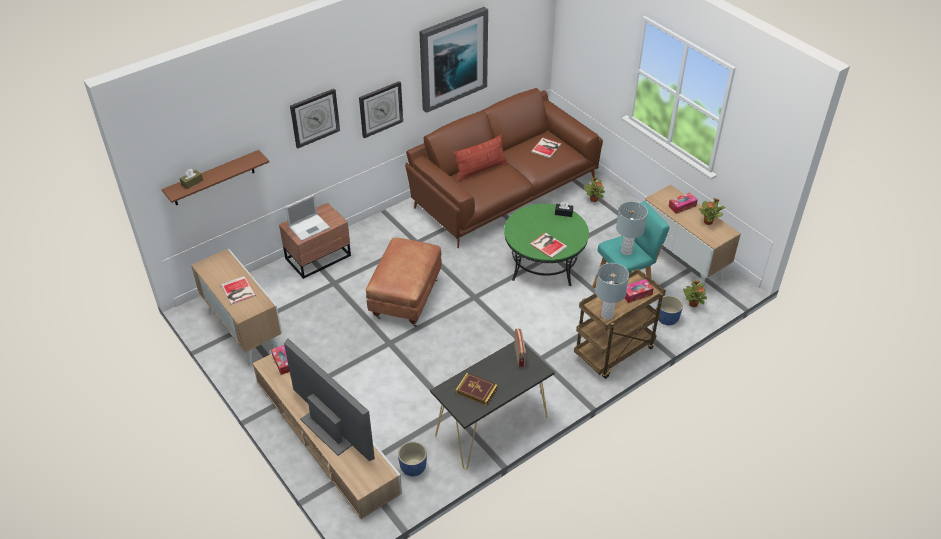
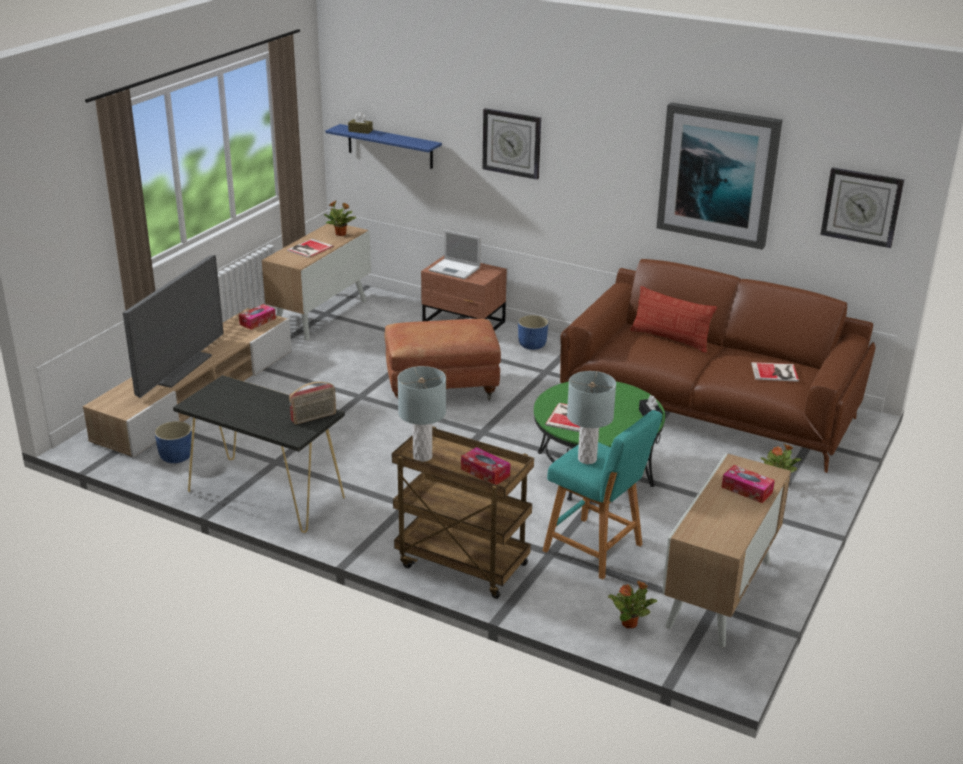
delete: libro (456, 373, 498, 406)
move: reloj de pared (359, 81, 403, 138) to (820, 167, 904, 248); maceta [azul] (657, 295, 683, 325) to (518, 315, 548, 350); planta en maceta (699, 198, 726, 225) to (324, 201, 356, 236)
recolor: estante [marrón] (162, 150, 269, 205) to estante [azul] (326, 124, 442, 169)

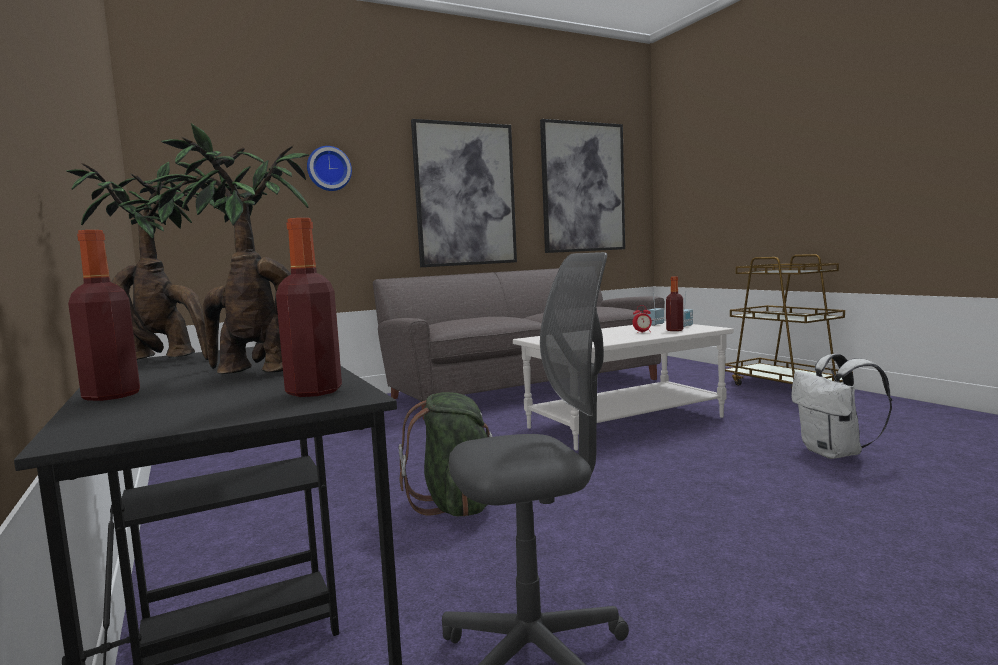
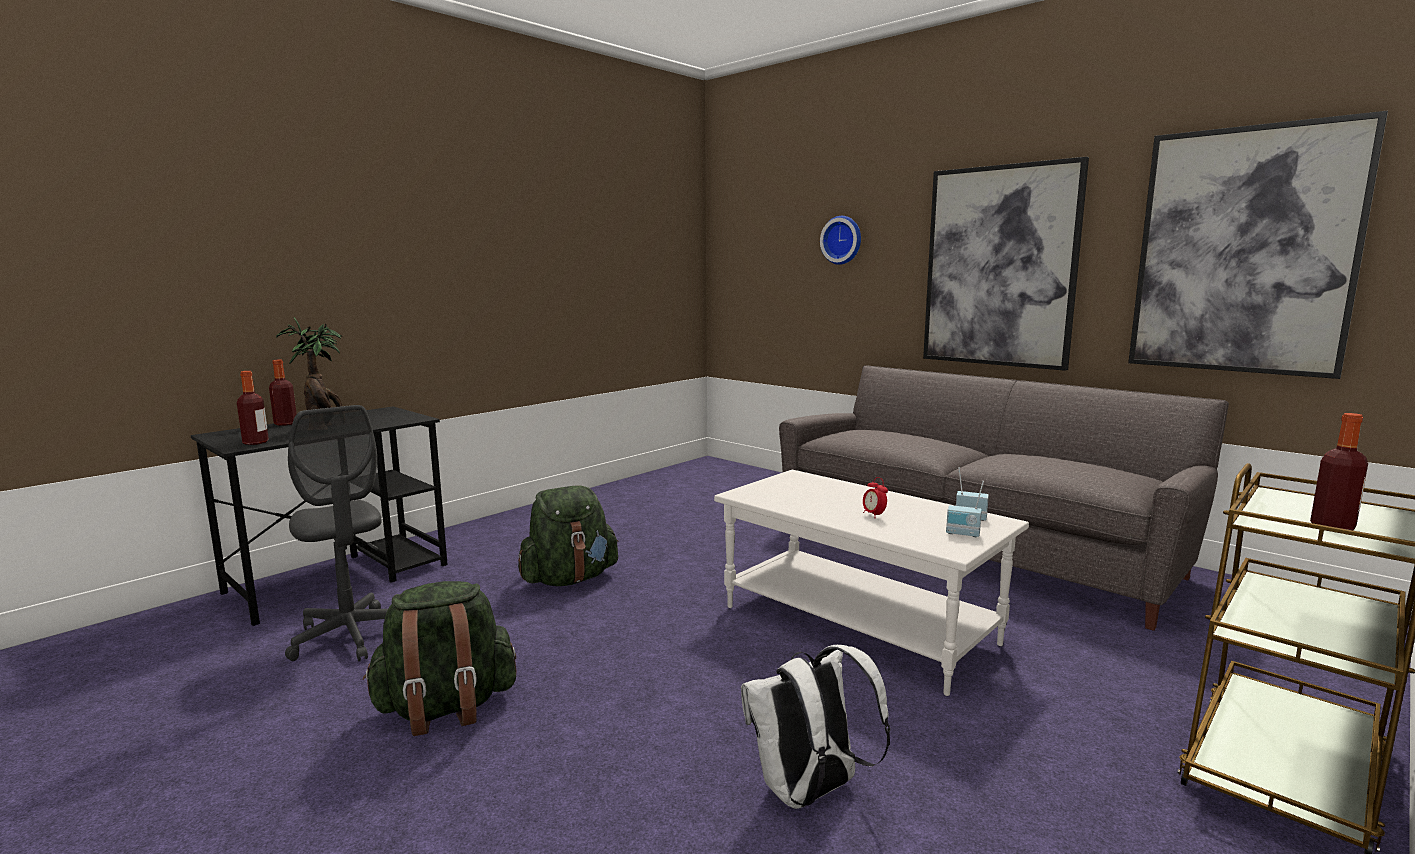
delete: planta en maceta (66, 162, 221, 360)
insert: mochila [verde] (363, 581, 516, 736)
move: botella (666, 276, 683, 331) to (1310, 413, 1368, 530)

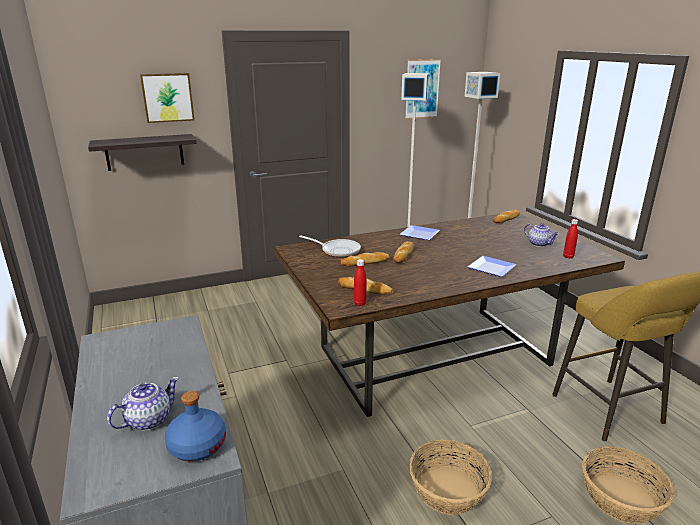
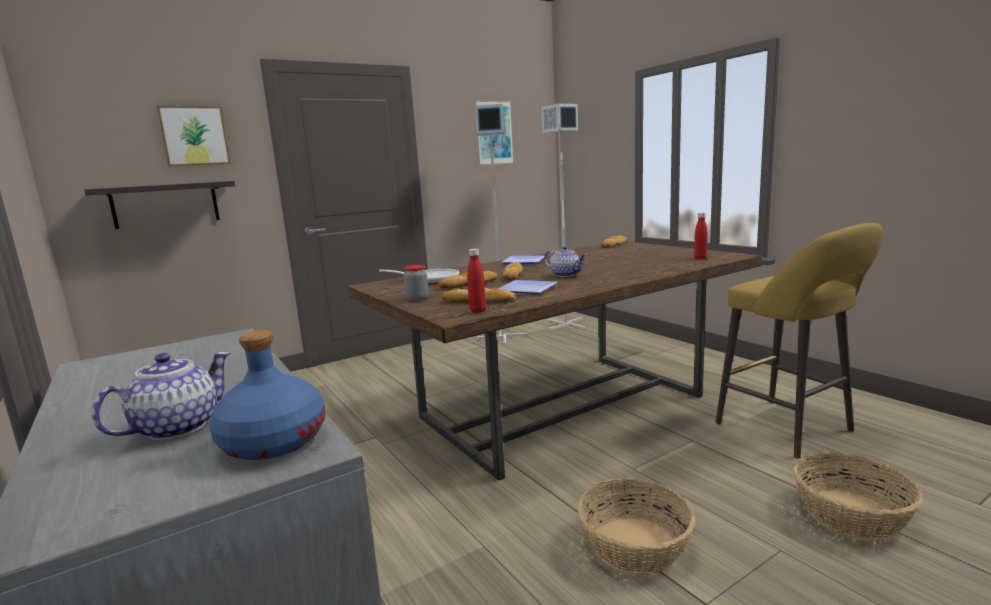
insert: tarro (403, 265, 428, 301)
move: plato (468, 256, 517, 277) to (498, 280, 558, 294); tetera (524, 223, 559, 247) to (544, 246, 586, 277)

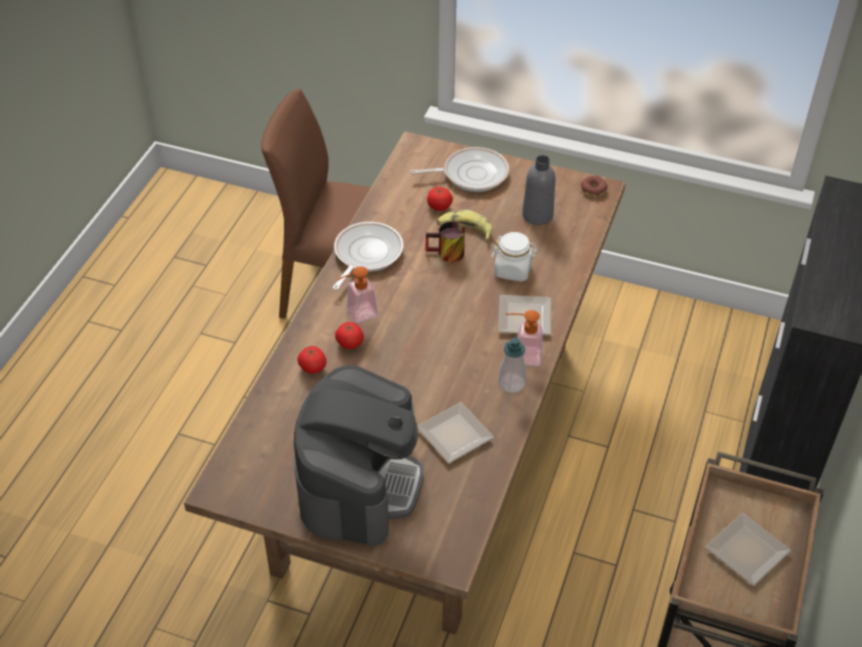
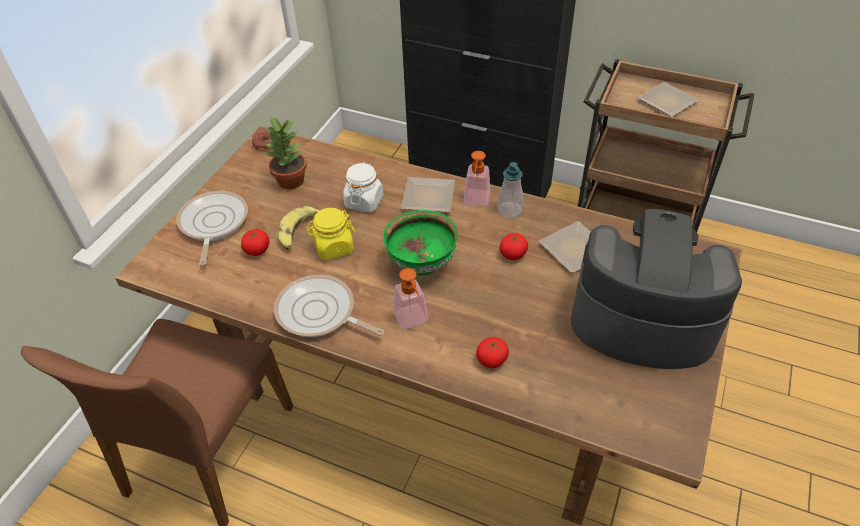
insert: cuenco [verde] (383, 210, 458, 276)
move: tomate (335, 322, 364, 349) to (499, 233, 528, 260)
replace: taza grande (425, 222, 465, 262) to tarro [amarillo] (306, 208, 355, 260); botella [gris] (522, 155, 555, 225) to planta en maceta (264, 116, 307, 189)

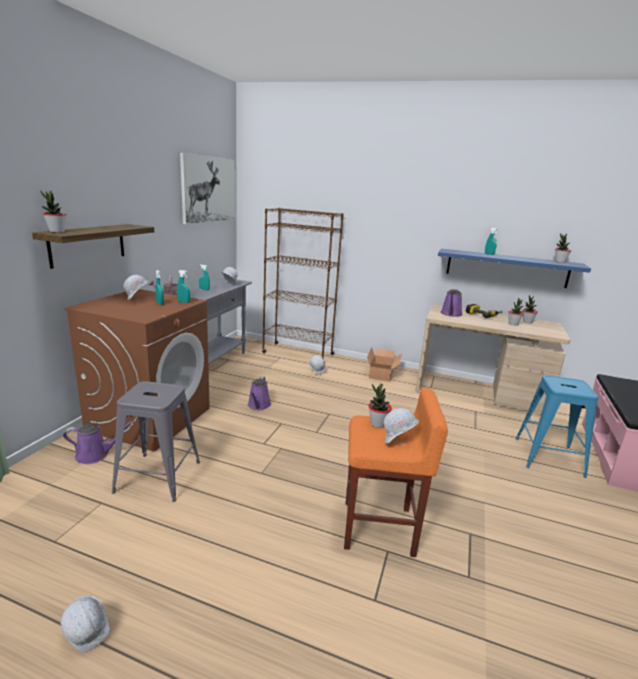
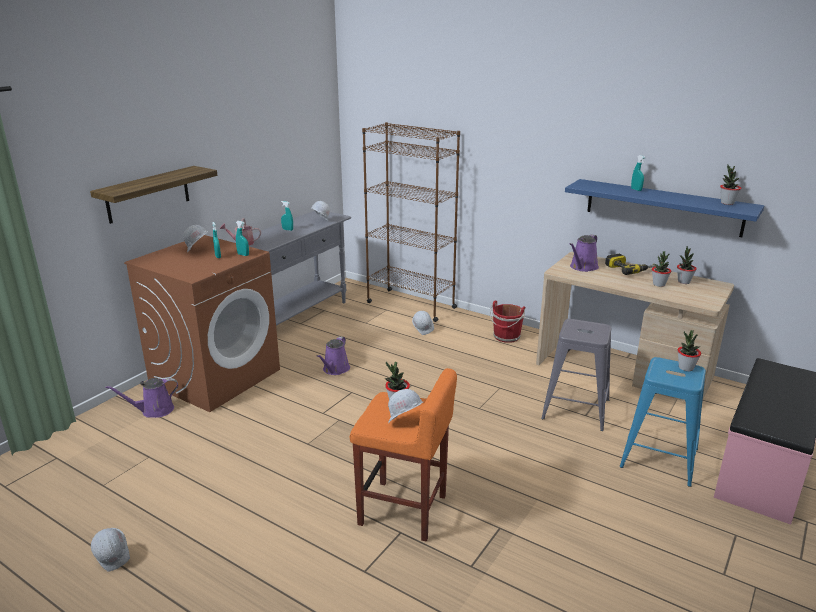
delete: cuadro (180, 153, 235, 224)
move: planta en maceta (40, 190, 67, 233) to (678, 330, 701, 371); taburete [gris] (112, 381, 200, 502) to (541, 319, 611, 431)
replace: caja de cartón (367, 347, 402, 382) to cubo [rojo] (490, 301, 525, 343)
rotate: regadera [morado] (63, 421, 134, 464) = (105, 378, 178, 418) 150 degrees clockwise

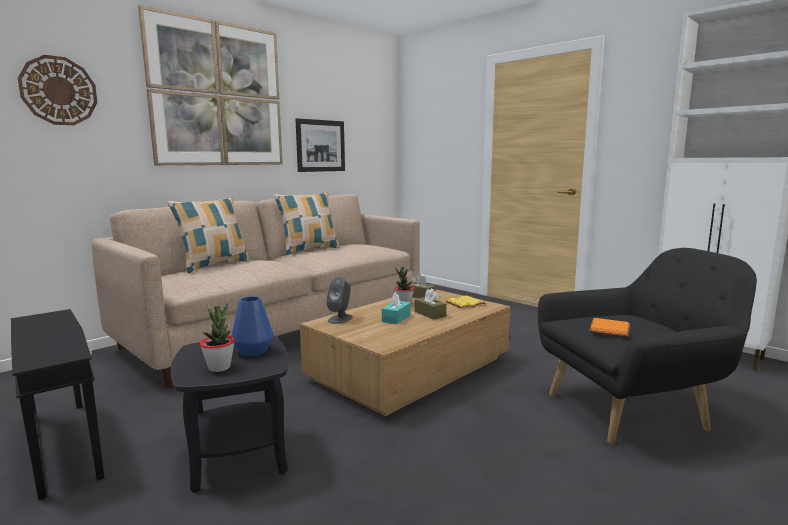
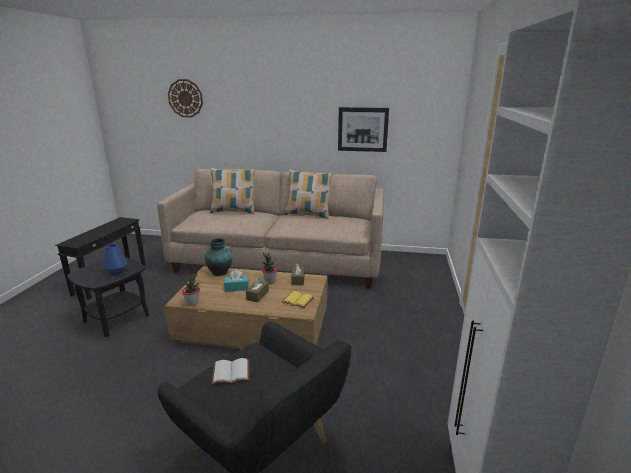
delete: cuadro (138, 5, 283, 166)
move: planta en maceta (200, 303, 235, 372) to (182, 272, 200, 306)
replace: altavoz [gris] (326, 277, 353, 324) to florero (205, 238, 232, 276)
recolor: libro [naranja] (589, 318, 630, 337) to libro [blanco] (211, 358, 250, 385)

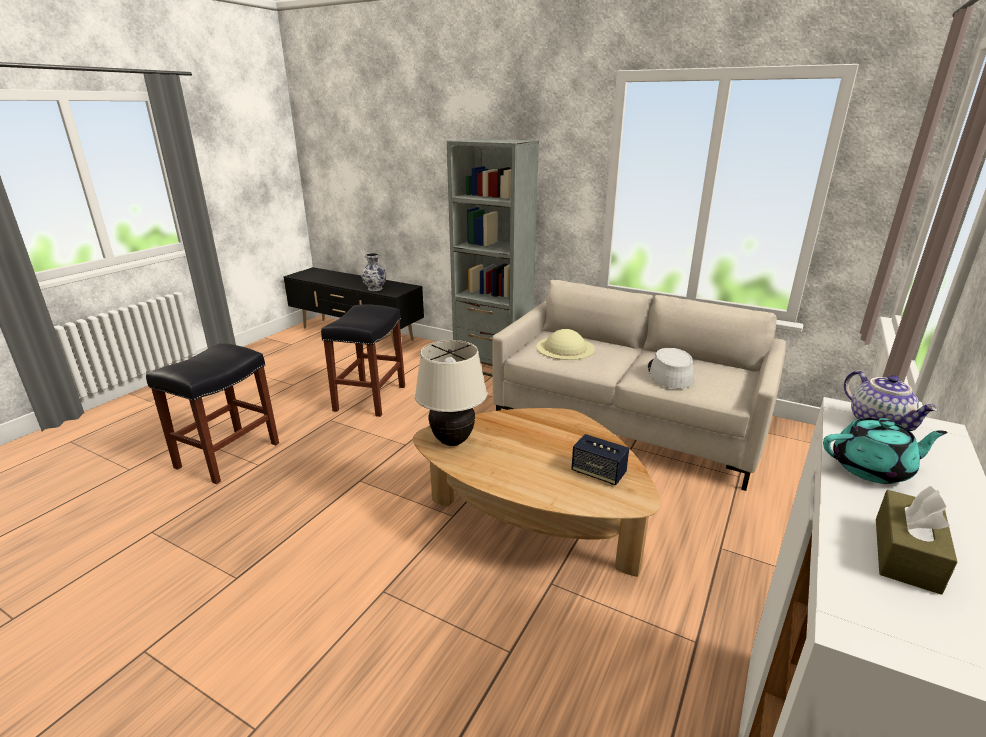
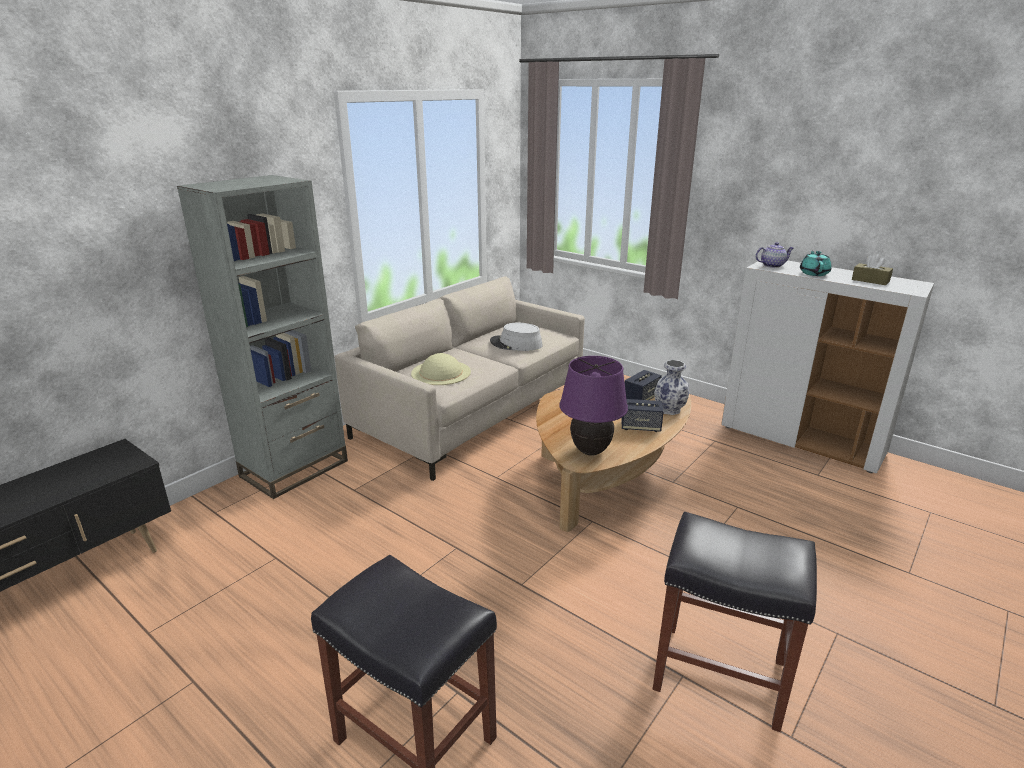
insert: altavoz (621, 399, 664, 432)
move: taburete [negro] (321, 304, 405, 417) to (653, 512, 817, 732); florero (361, 253, 386, 291) to (654, 360, 689, 415)
recolor: lámpara de mesa [beis] (414, 340, 487, 446) to lámpara de mesa [morado] (559, 356, 628, 456)

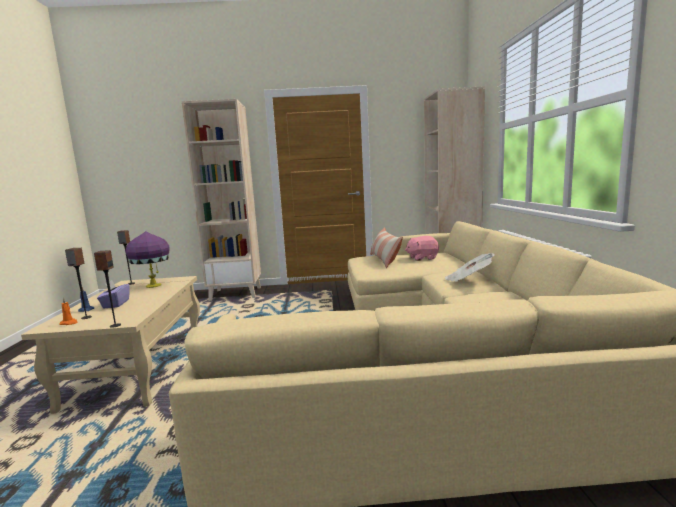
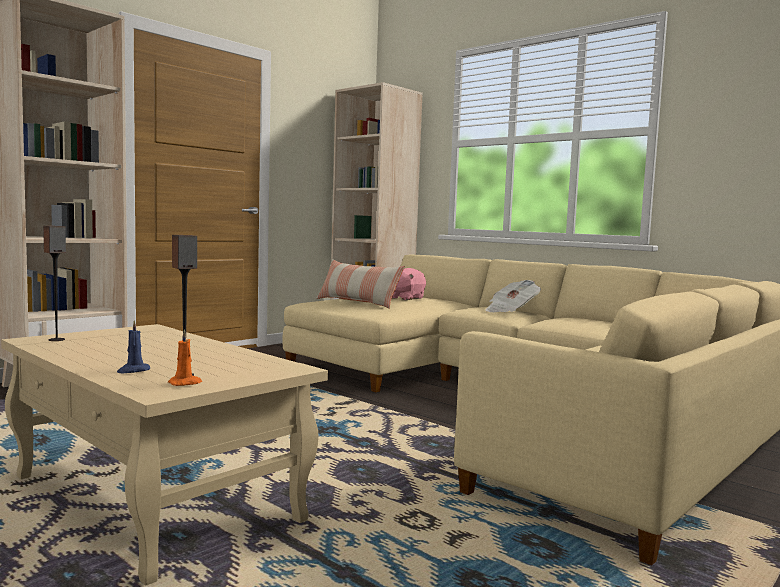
delete: altavoz (94, 250, 121, 328); caja de pañuelos [morado] (97, 280, 130, 308); lámpara de mesa [morado] (125, 231, 170, 288)

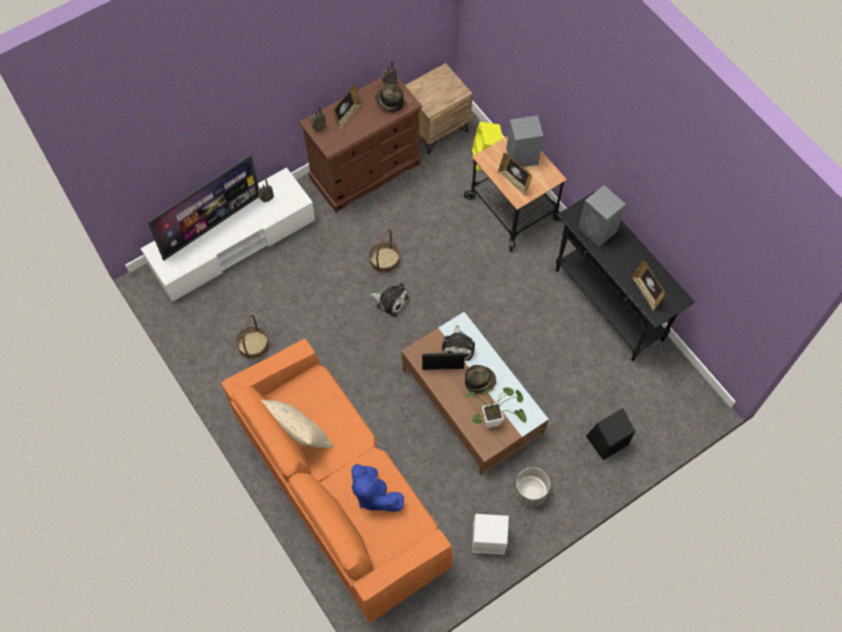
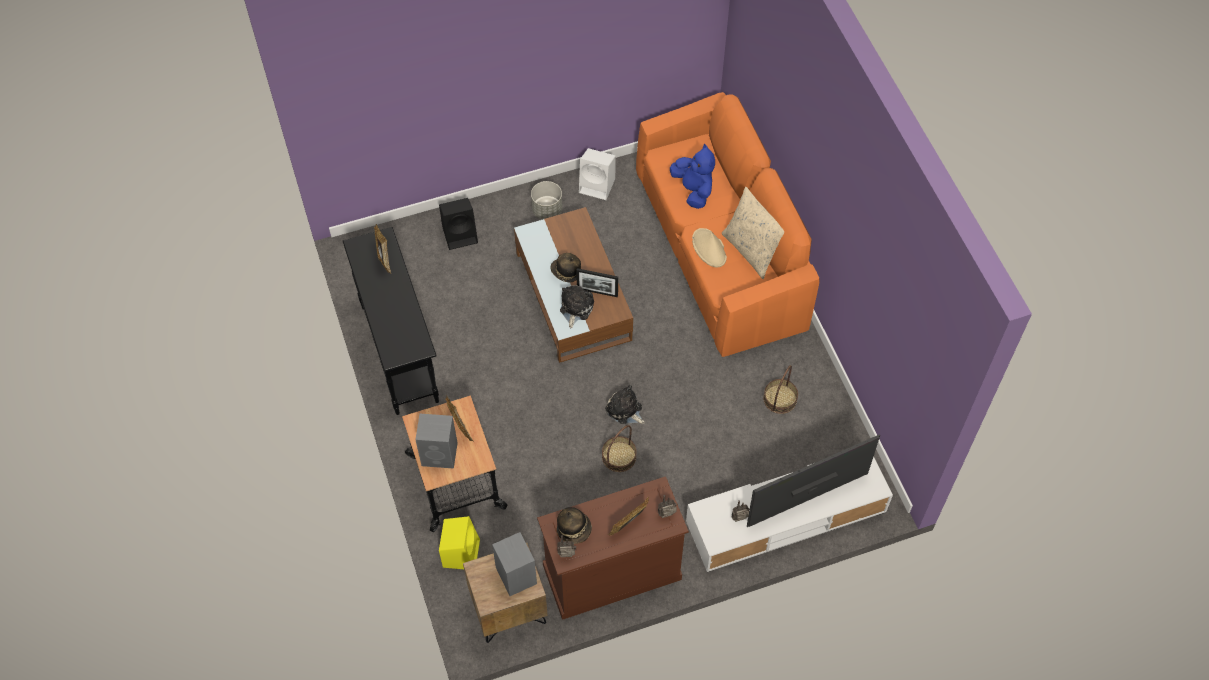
delete: planta en maceta (464, 387, 527, 428)
insert: sombrero [beis] (692, 228, 727, 267)
move: altavoz [gris] (578, 185, 626, 247) to (492, 532, 537, 596)

